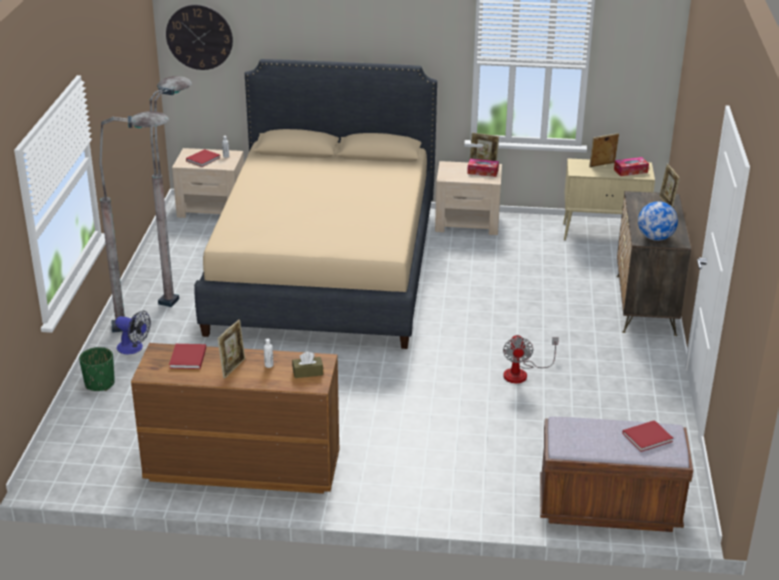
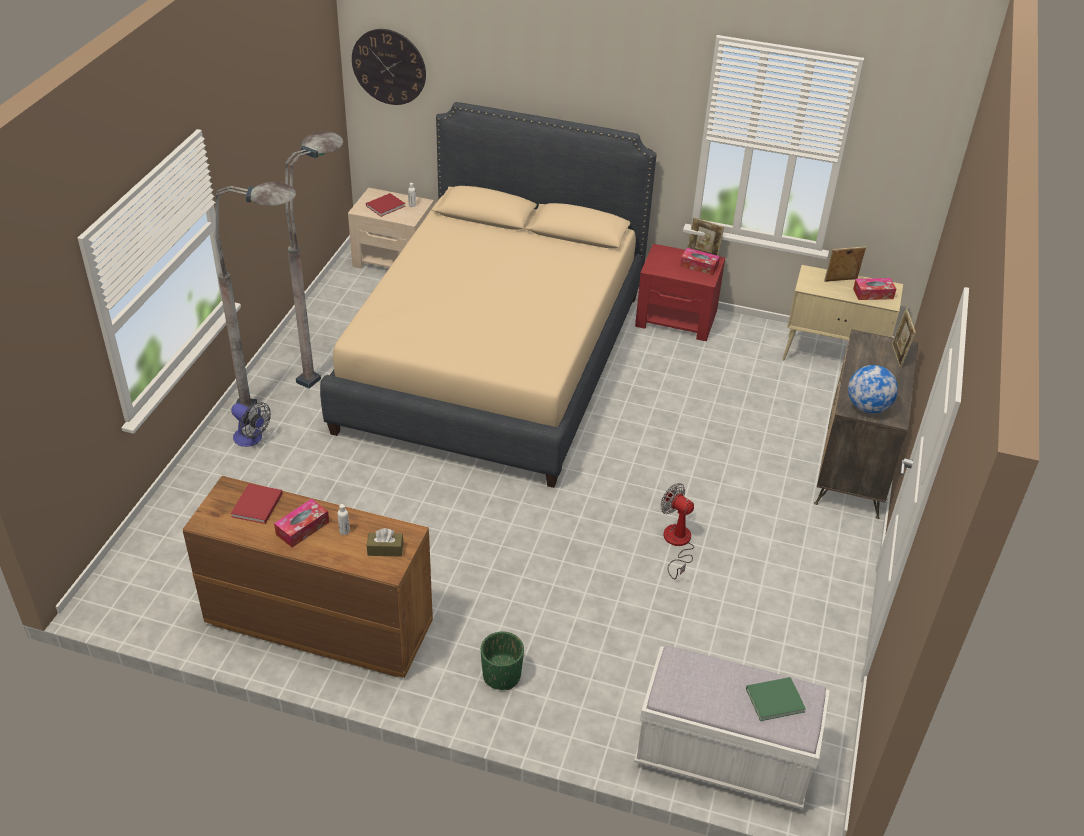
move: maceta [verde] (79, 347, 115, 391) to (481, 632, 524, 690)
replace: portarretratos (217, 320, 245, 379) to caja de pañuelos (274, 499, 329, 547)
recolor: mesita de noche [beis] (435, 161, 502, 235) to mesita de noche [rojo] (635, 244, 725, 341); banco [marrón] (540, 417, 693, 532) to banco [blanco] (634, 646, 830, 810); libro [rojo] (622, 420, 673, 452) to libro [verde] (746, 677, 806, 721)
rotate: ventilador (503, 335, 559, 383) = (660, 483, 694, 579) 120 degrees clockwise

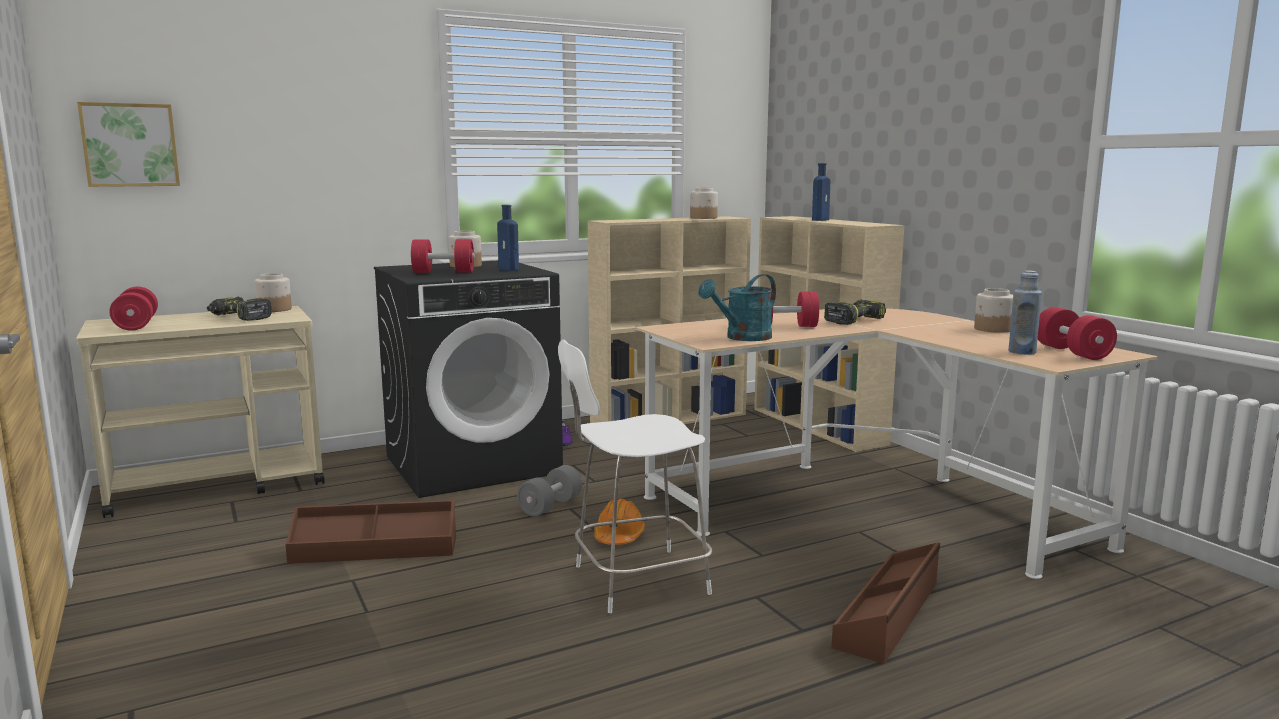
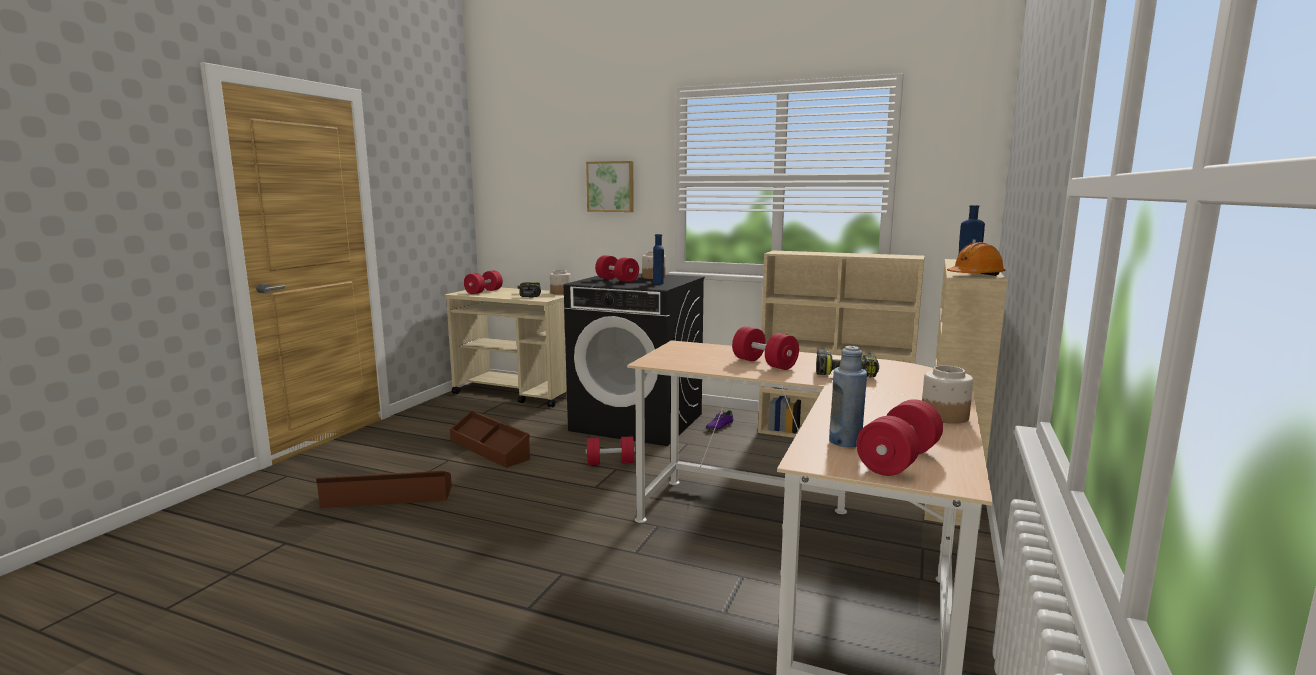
delete: silla [blanco] (558, 340, 712, 613); tarro (690, 188, 718, 219); regadera [turquesa] (698, 274, 776, 341)
move: cuadro (77, 102, 180, 187) to (586, 161, 634, 212); casco [naranja] (594, 498, 645, 545) to (947, 242, 1006, 276); caja de almacenaje [marrón] (832, 542, 940, 664) to (316, 471, 452, 508)
recolor: mancuerna [gris] (517, 465, 582, 517) to mancuerna [rojo] (585, 436, 635, 465)

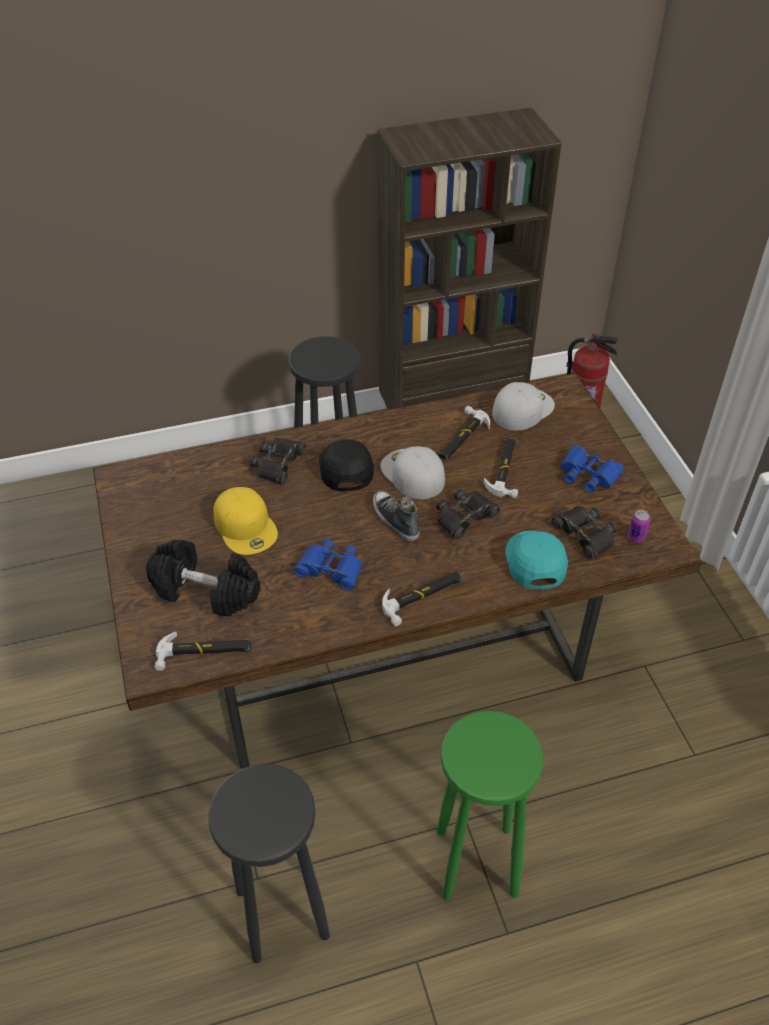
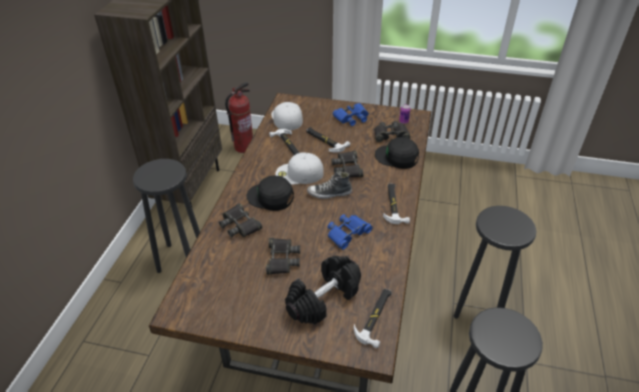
replace: gorra [amarillo] (213, 487, 278, 555) to prismáticos [negro] (266, 238, 300, 275)
recolor: taburete [verde] (437, 711, 543, 901) to taburete [negro] (454, 206, 536, 319); gorra [turquesa] (505, 531, 568, 589) to gorra [negro] (375, 137, 419, 169)

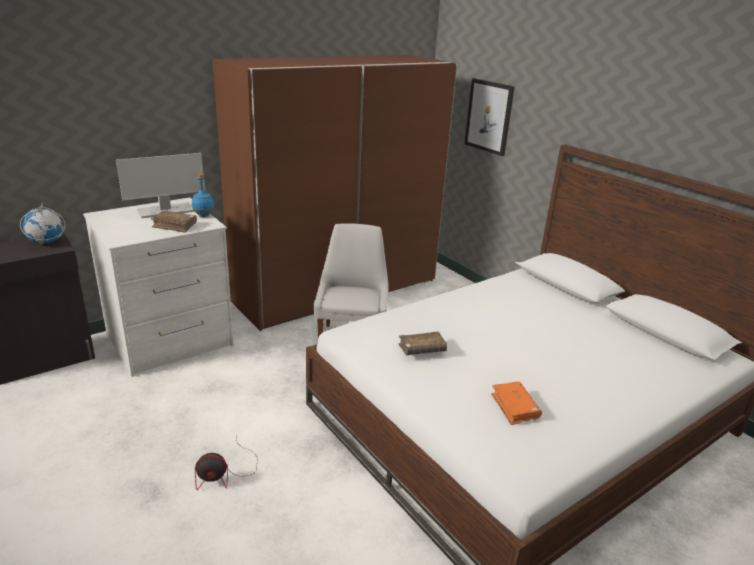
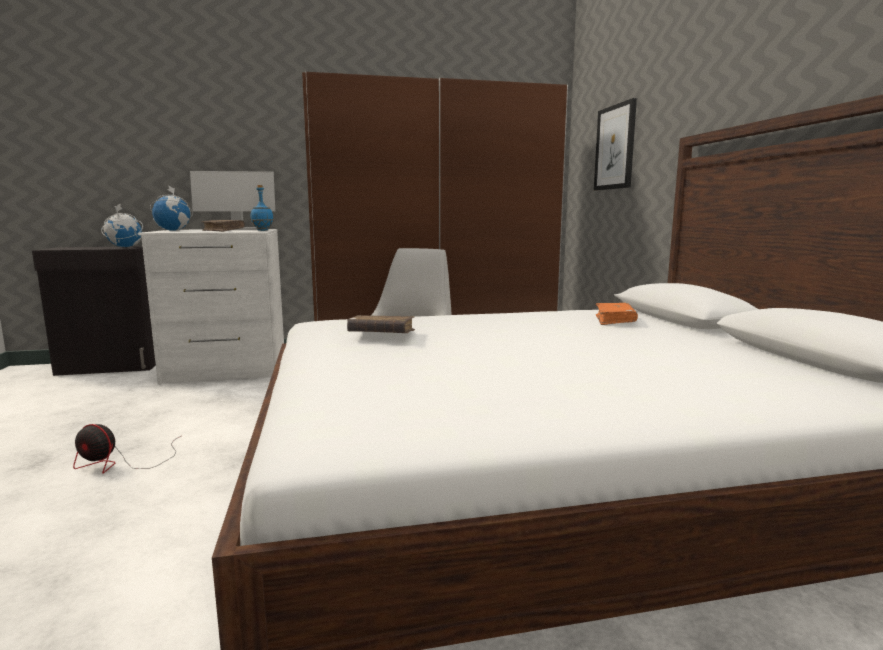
insert: globo terráqueo (150, 185, 193, 231)
move: libro [naranja] (491, 381, 542, 425) to (596, 303, 638, 325)

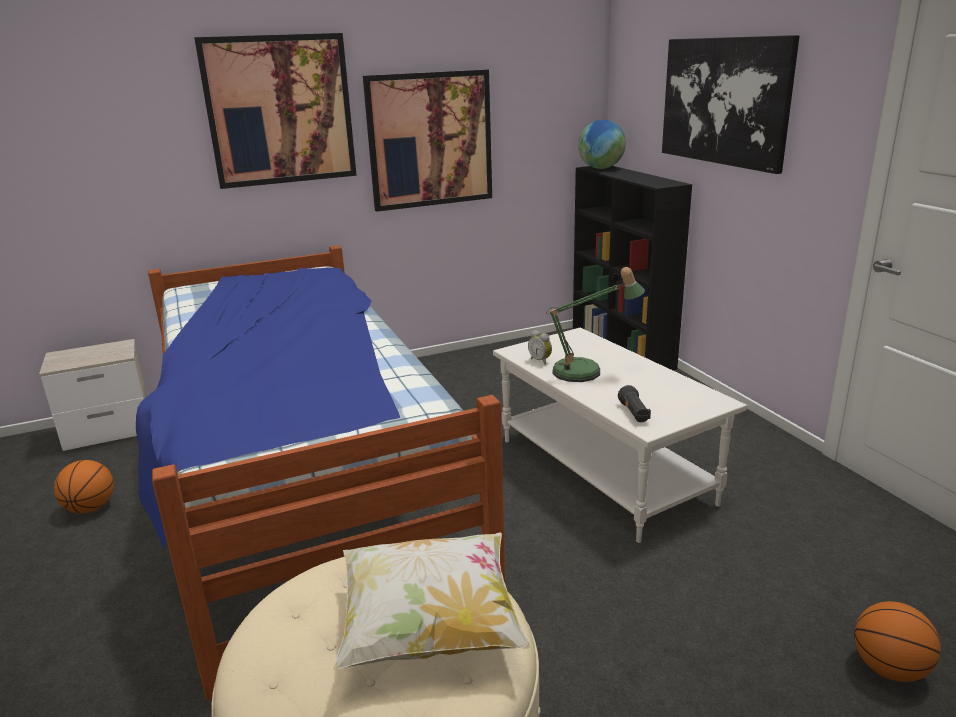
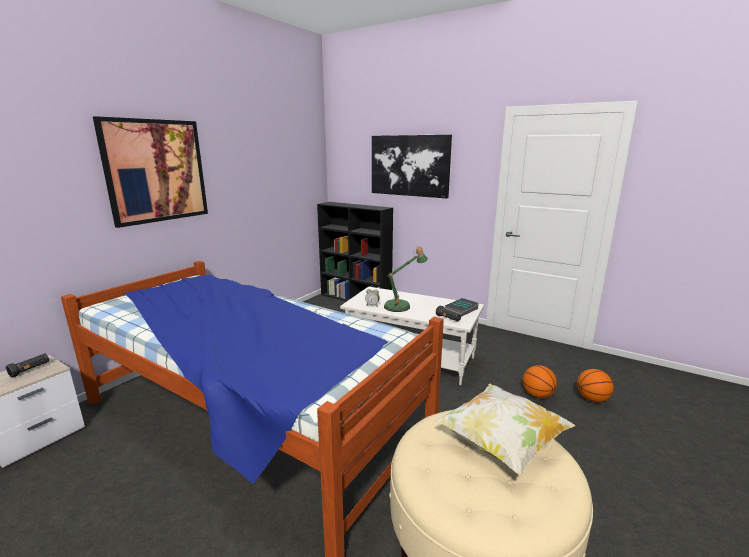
delete: cuadro (363, 70, 492, 212); globo terráqueo (578, 120, 626, 169)
insert: linterna [negro] (6, 353, 49, 378); libro (445, 298, 479, 317)
move: balón de baloncesto (54, 460, 114, 513) to (523, 365, 557, 398)

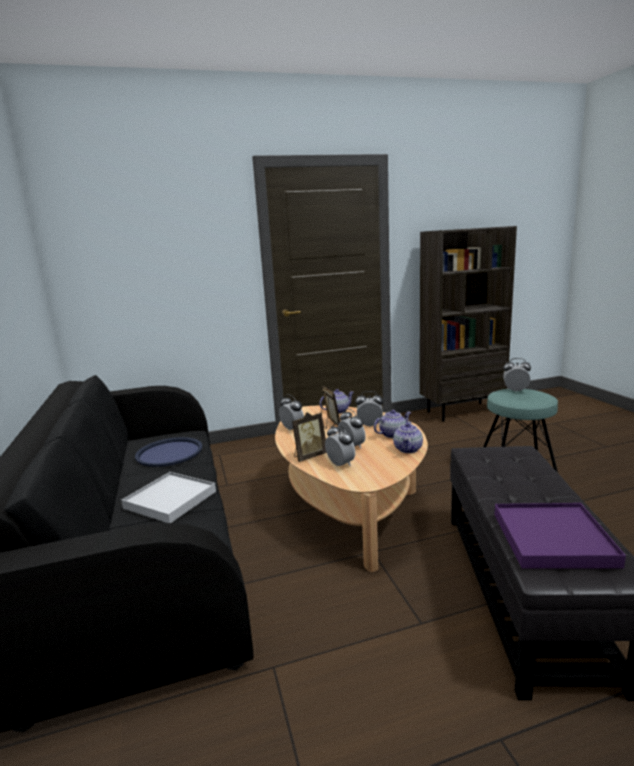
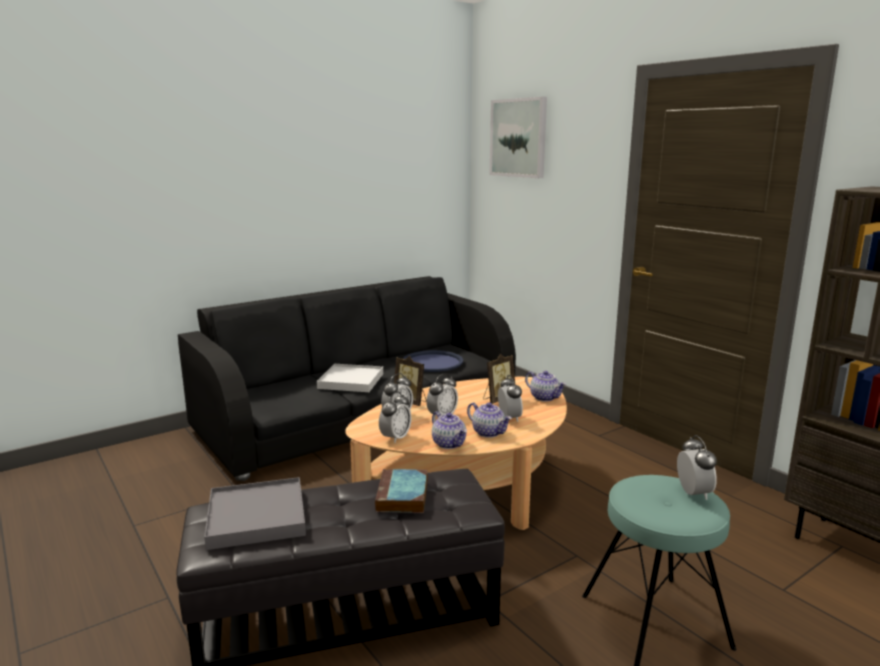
insert: libro (375, 469, 428, 513); cuadro (490, 97, 547, 178)
move: despertador (279, 394, 304, 430) to (379, 392, 411, 443)
recolor: bandeja [morado] (494, 503, 626, 569) to bandeja [gris] (204, 477, 306, 550)
rotate: tetera (393, 421, 423, 453) = (432, 411, 467, 449) 120 degrees counterclockwise

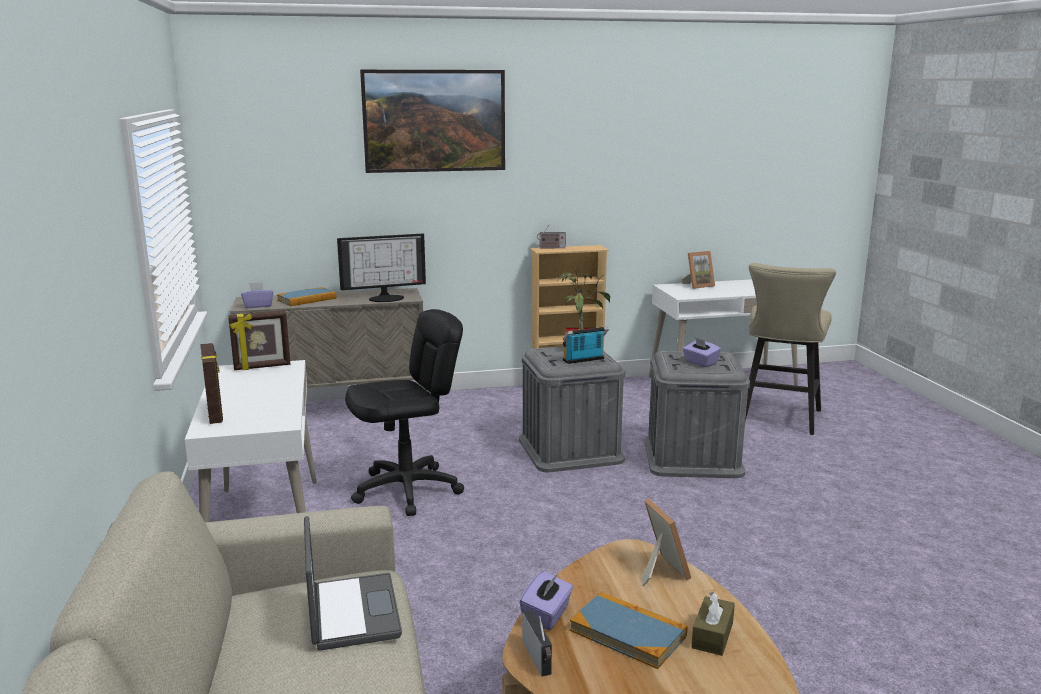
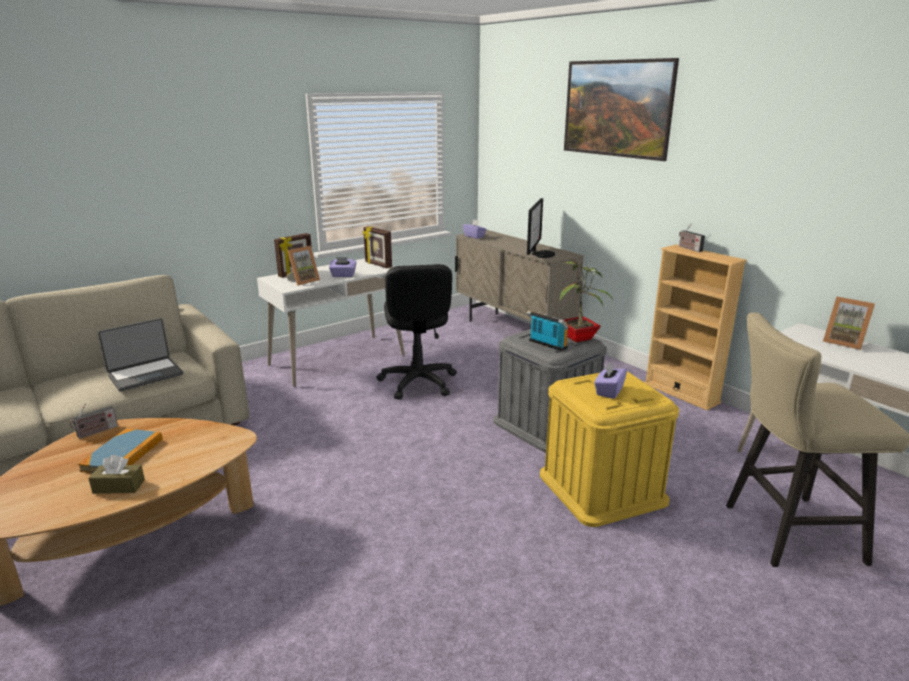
delete: libro (277, 287, 337, 306)
move: caja de pañuelos [morado] (520, 571, 573, 630) to (329, 257, 356, 277); portarretratos (642, 499, 691, 586) to (286, 246, 320, 286)
recolor: caja de almacenaje [gris] (645, 351, 750, 478) to caja de almacenaje [amarillo] (540, 371, 679, 527)
rotate: monitor (337, 234, 426, 302) = (527, 198, 555, 258) 120 degrees counterclockwise; silla de oficina [negro] (345, 309, 464, 516) = (377, 264, 457, 400) 45 degrees clockwise

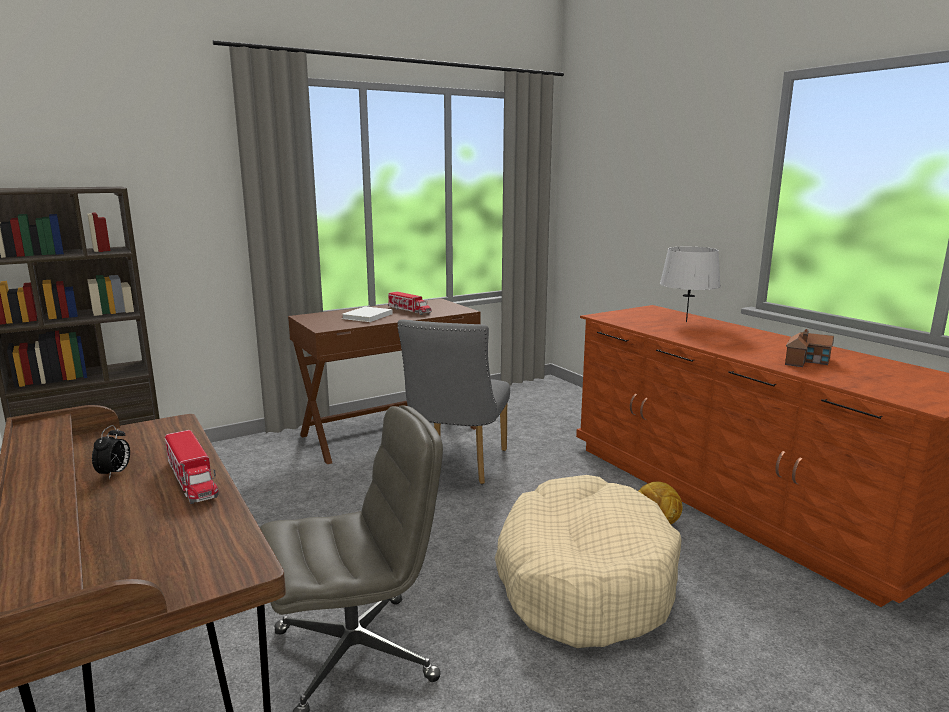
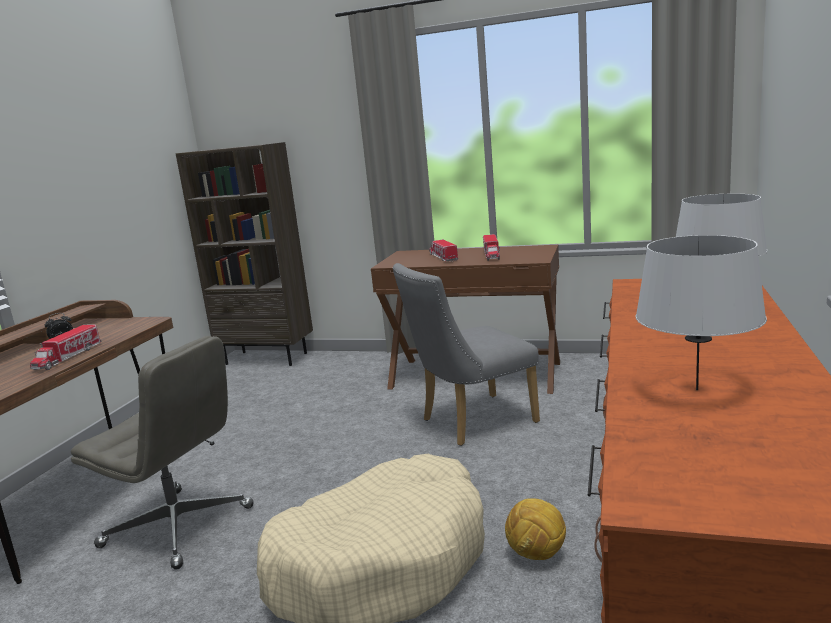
replace: libro [blanco] (341, 307, 393, 322) to camión de juguete (429, 239, 458, 262); casita (785, 329, 834, 367) to lámpara de mesa [gris] (635, 235, 767, 390)

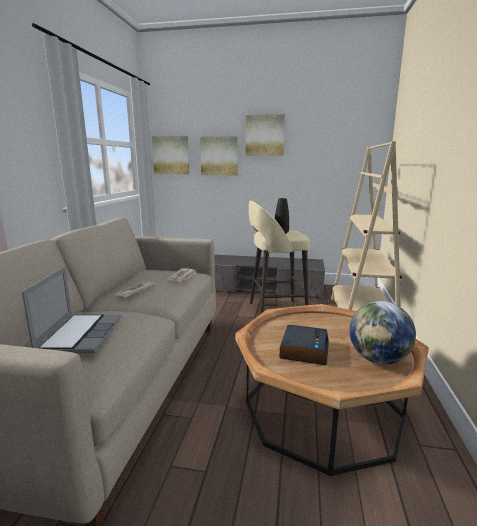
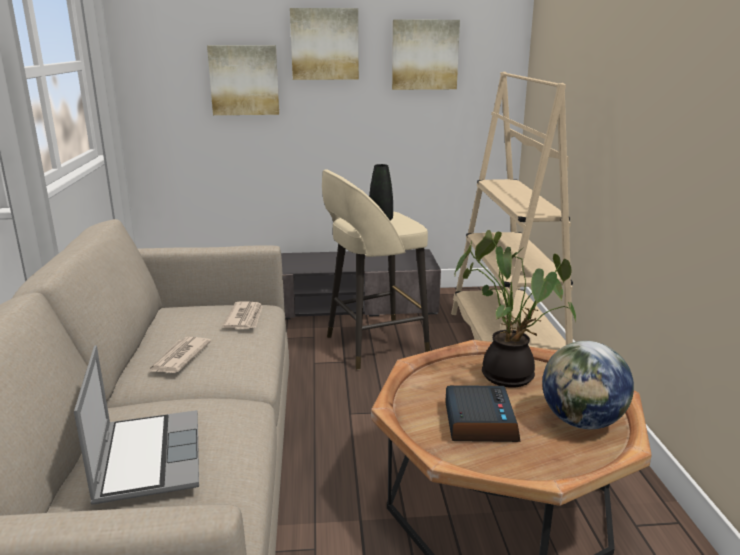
insert: planta en maceta (454, 230, 576, 388)
move: cuadro (152, 136, 189, 174) to (392, 20, 460, 90)

